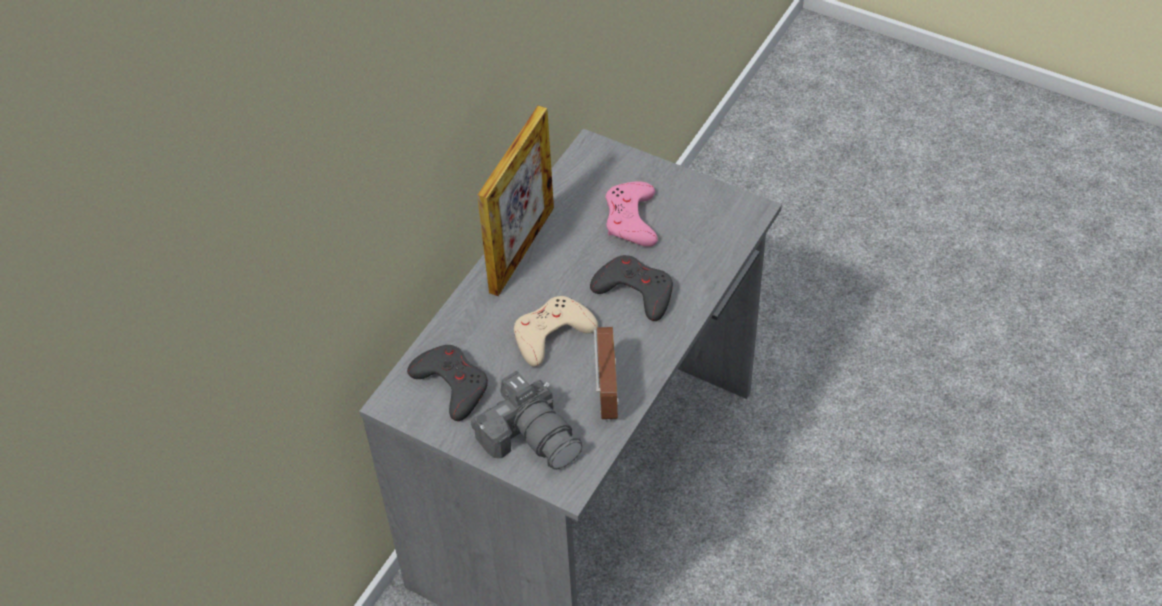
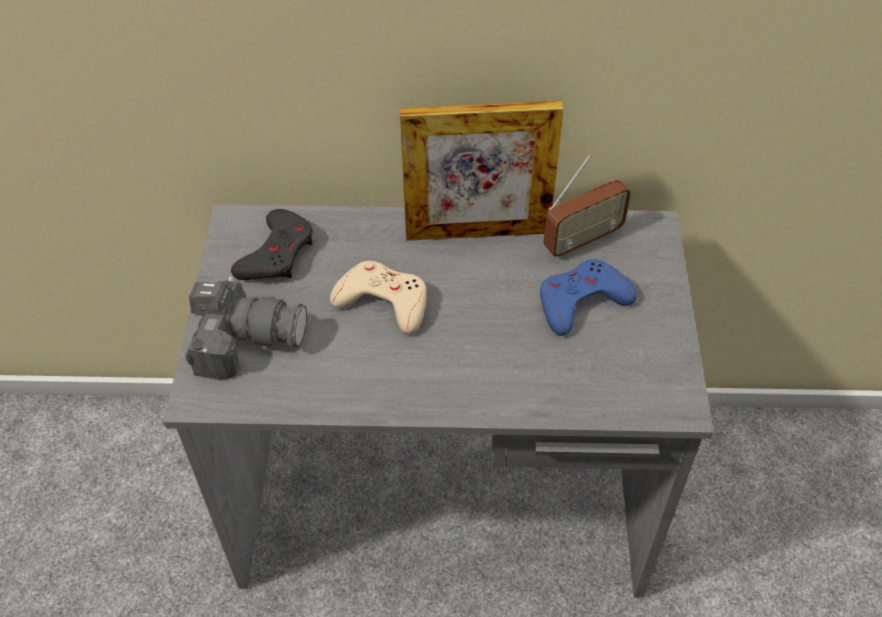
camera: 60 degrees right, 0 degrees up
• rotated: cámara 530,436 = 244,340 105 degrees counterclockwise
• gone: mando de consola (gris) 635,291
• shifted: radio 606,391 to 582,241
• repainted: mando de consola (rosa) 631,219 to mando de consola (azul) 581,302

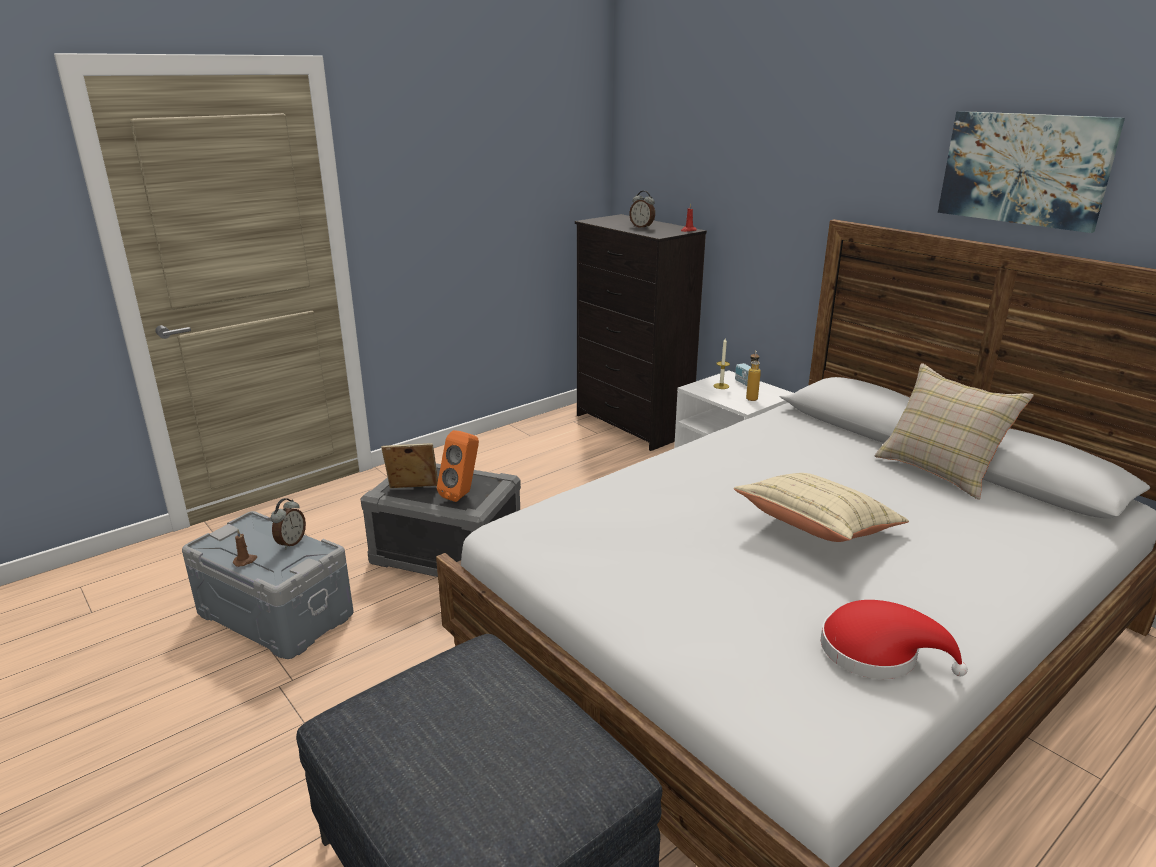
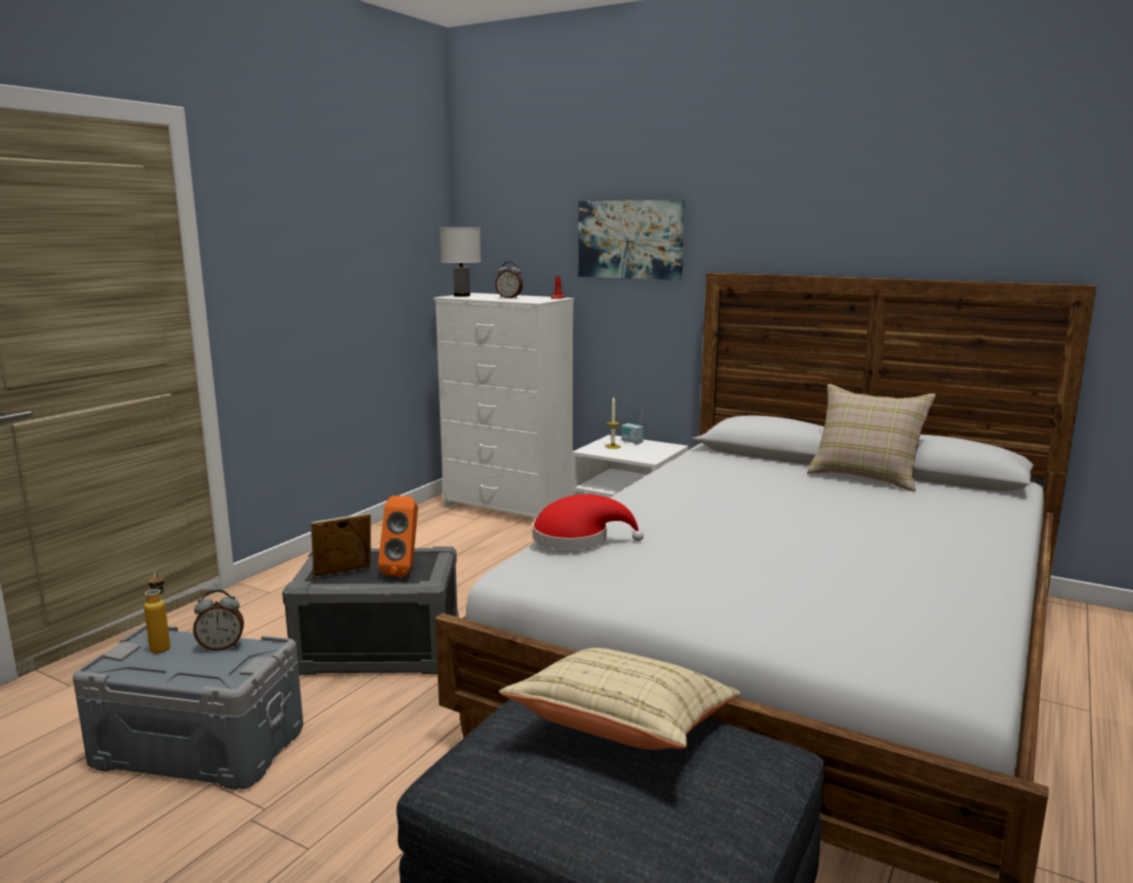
camera: 20 degrees left, 10 degrees down
• gone: vela (marrón) 245,561
• rotated: despertador 290,542 = 221,647 75 degrees clockwise
• repainted: cómoda (negro) 632,425 to cómoda (blanco) 508,508
• shifted: cojín (beis) 817,529 to 624,729
• shifted: botella 751,397 to 162,645
• shifted: sombrero (rojo) 877,653 to 577,539
• shifted: cuadro 1024,169 to 630,239
• new: lámpara de mesa (blanco) 462,295

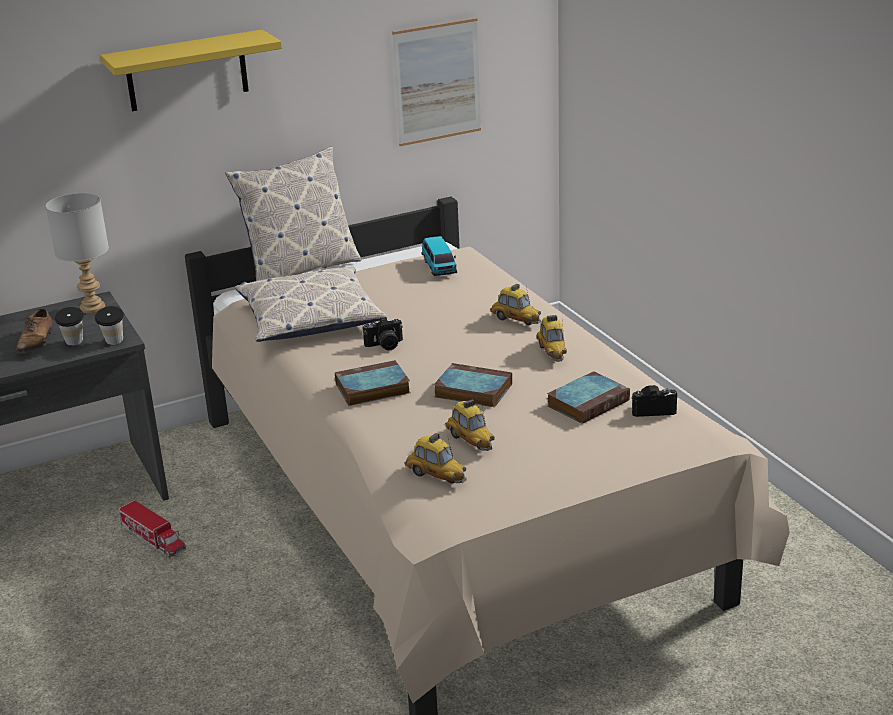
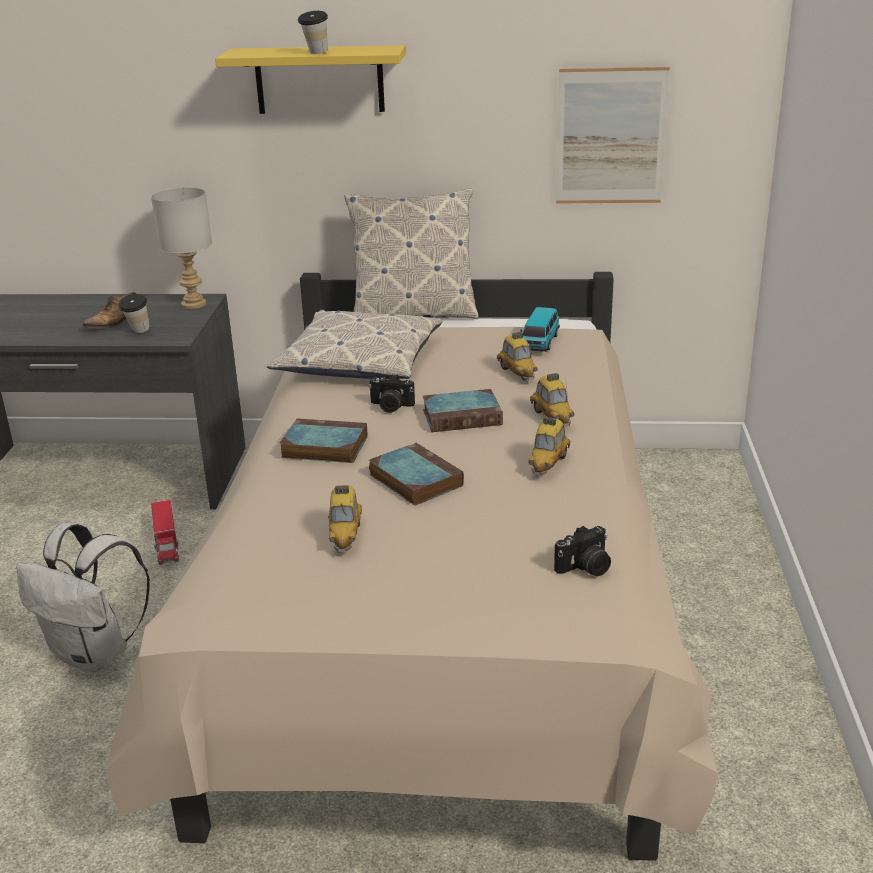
camera: 30 degrees right, 0 degrees up
• shifted: taza 114,344 to 315,53
• shifted: coche de juguete 436,476 to 517,373
• shifted: libro 588,402 to 463,416
• rotated: cámara 653,410 = 585,568 120 degrees clockwise
• new: mochila (blanco) 95,654

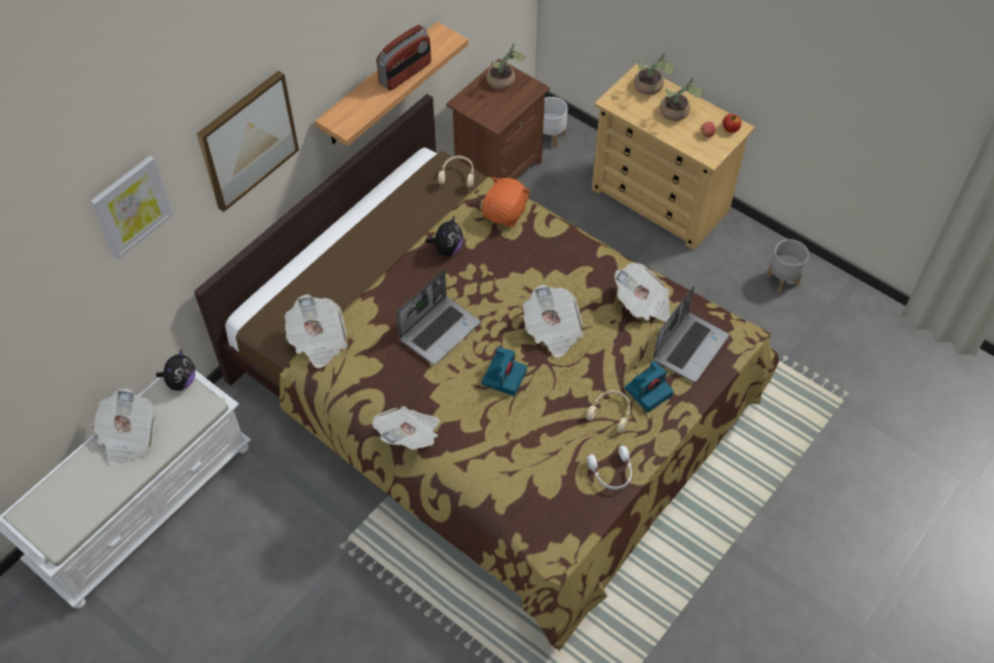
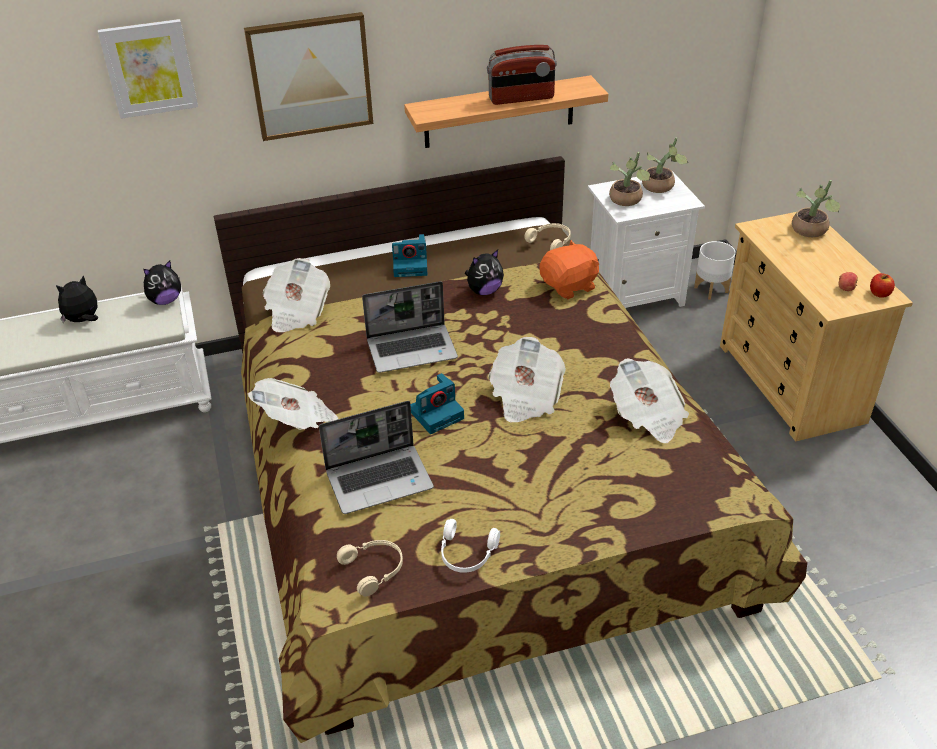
camera: 35 degrees right, 15 degrees down
• swapped: periódico 128,437 to peluche 83,320
• repainted: mesita de noche (marrón) 497,169 to mesita de noche (blanco) 634,295
• shifted: auriculares (beis) 611,412 to 374,569
• shifted: cámara 648,391 to 411,265
• shifted: portátil 690,347 to 380,479
• shifted: planta en maceta 677,113 to 627,201
• gone: maceta (gris) 783,280

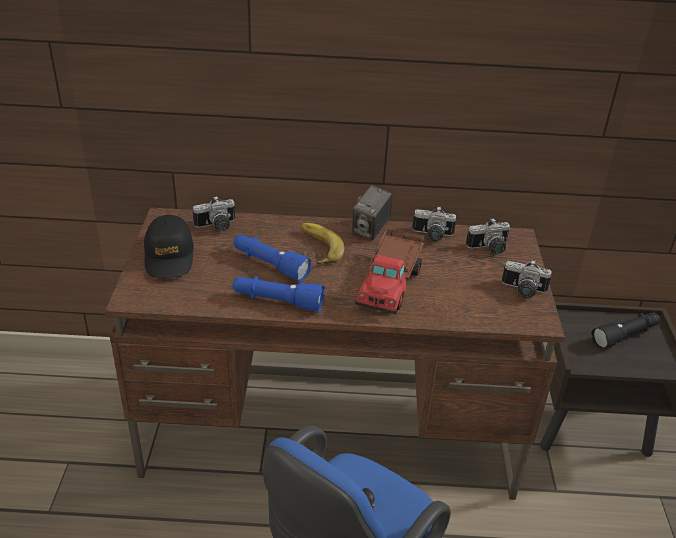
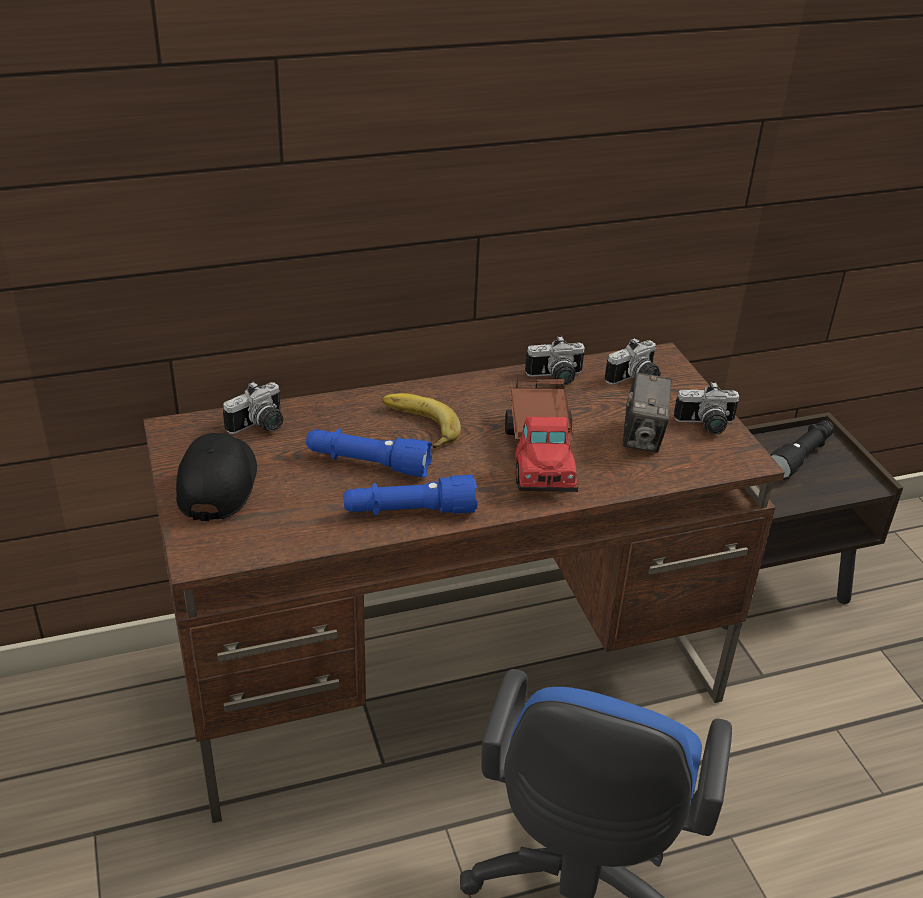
camera: 20 degrees left, 0 degrees up
• rotated: gorra (negro) 169,256 = 218,483 150 degrees counterclockwise
• shifted: cámara 370,230 to 642,437

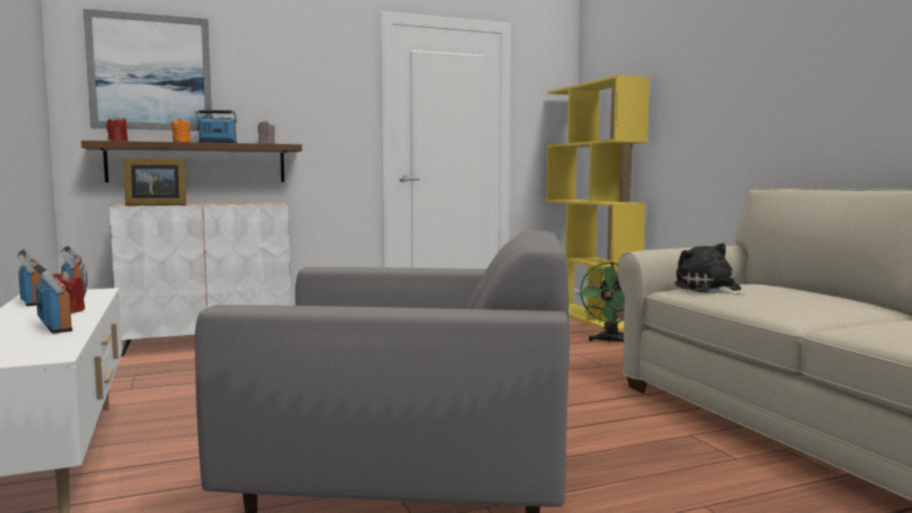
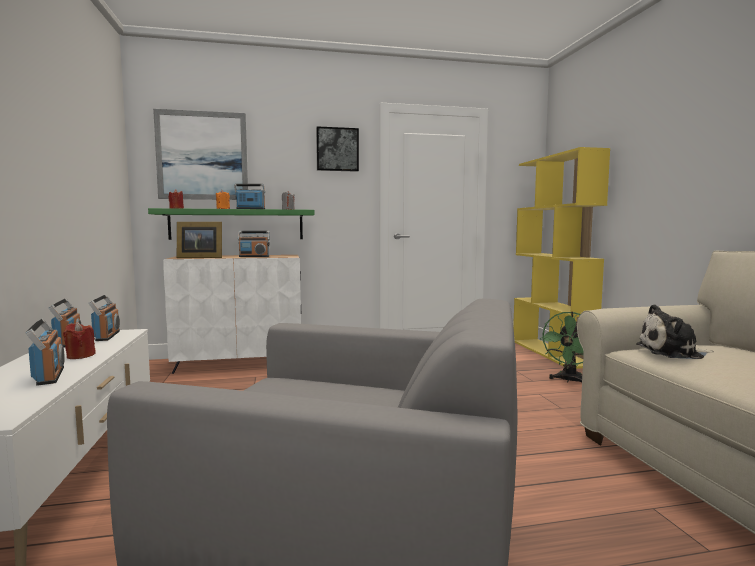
camera: 10 degrees right, 0 degrees up
• repainted: estante (marrón) 197,163 to estante (verde) 237,224
• rotated: peluche 709,289 = 673,352 75 degrees counterclockwise
• new: radio 254,256
• new: cuadro 337,149

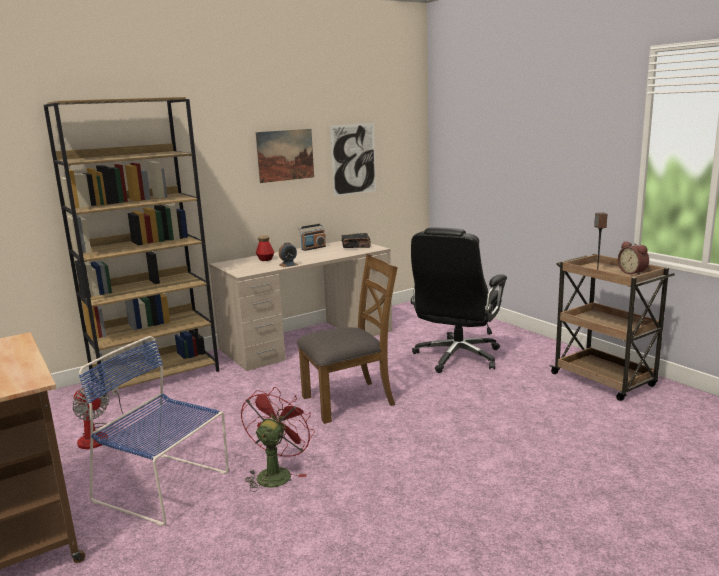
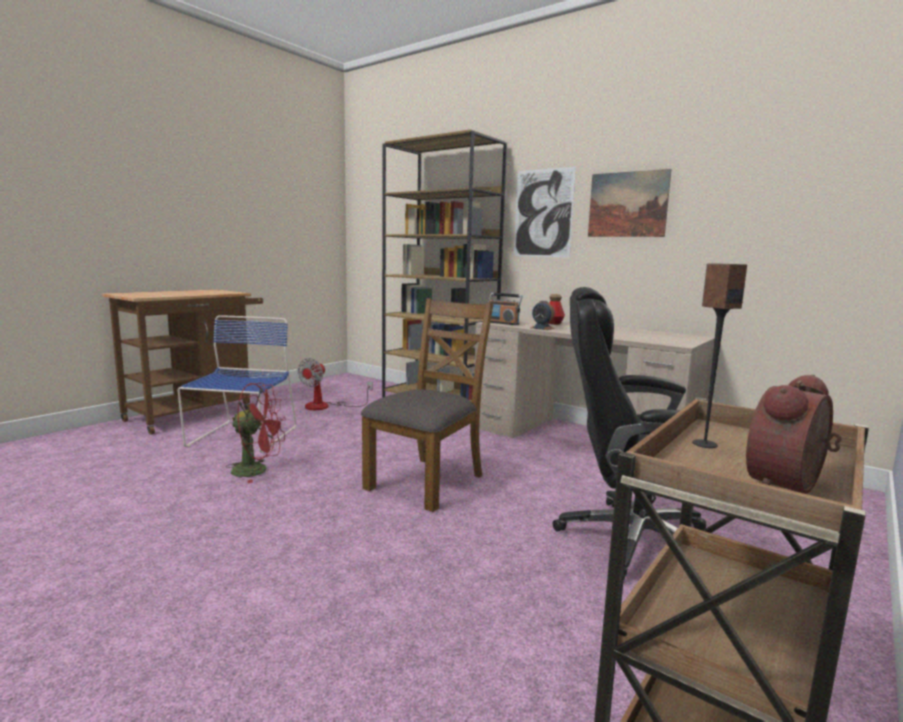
camera: 70 degrees right, 5 degrees down
• rotated: silla (marrón) 349,400 = 427,481 105 degrees counterclockwise
• shifted: radio 313,248 to 503,323
• shifted: cuadro 353,159 to 543,213
• gone: libro (negro) 356,246

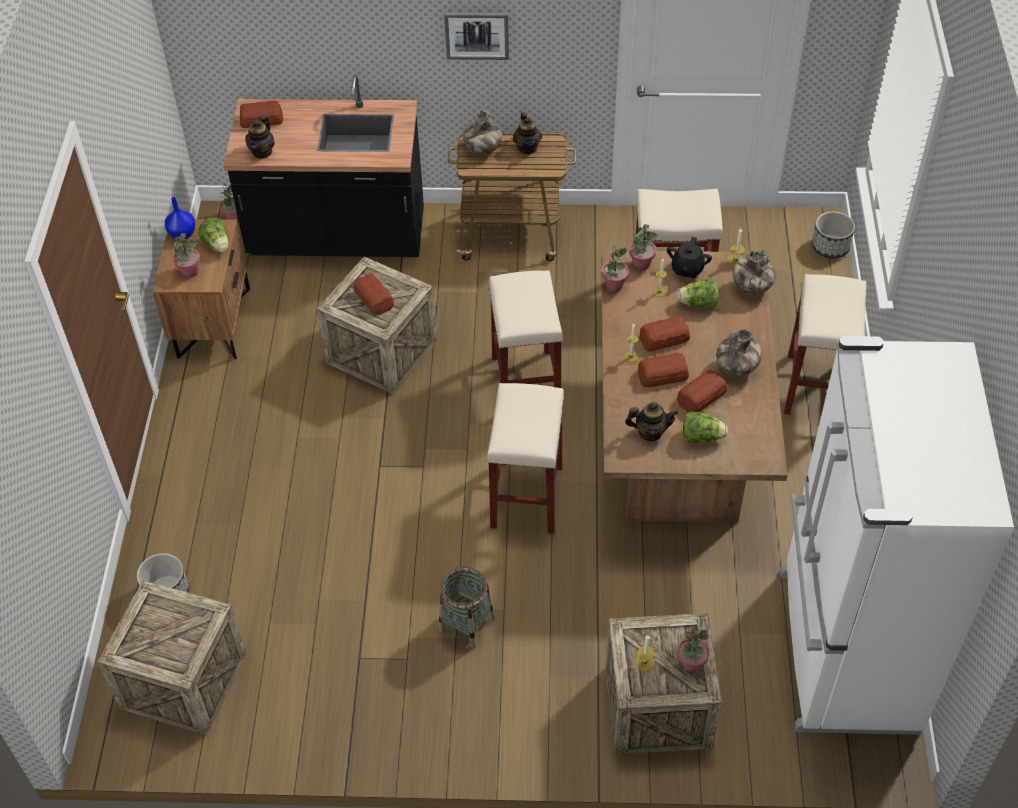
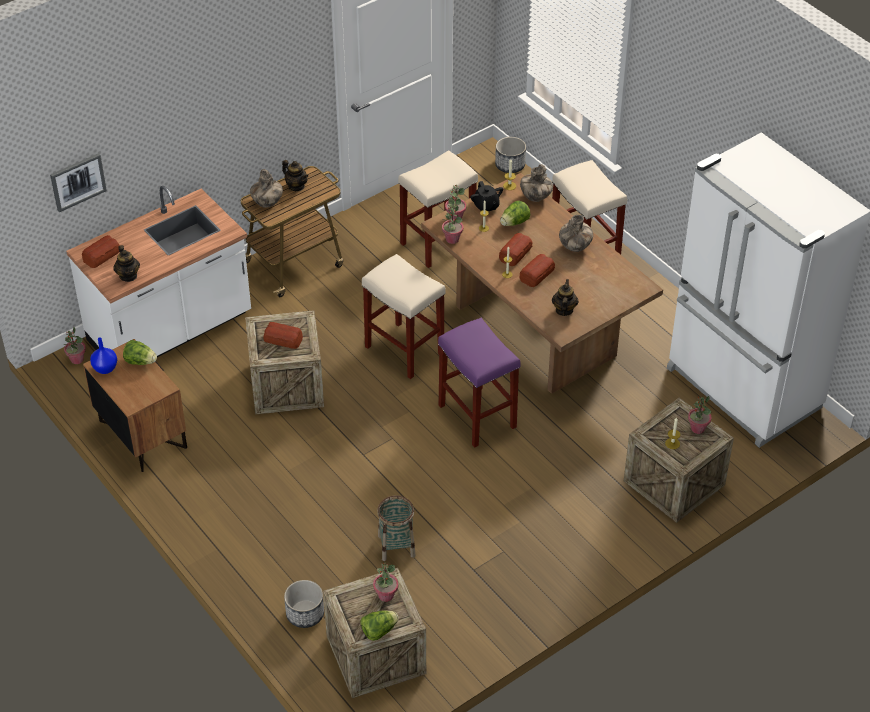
camera: 40 degrees left, 5 degrees down
• shifted: planta en maceta 190,272 to 385,595
• repainted: mueble bajo de cocina (negro) 337,236 to mueble bajo de cocina (blanco) 170,330
• shifted: cesta 466,624 to 396,546
• shifted: cuadro 477,35 to 77,181
• repainted: taburete (beis) 526,495 to taburete (morado) 476,416
• rotated: tetera 650,432 = 564,310 45 degrees counterclockwise
• gone: pan 700,397
• shifted: lechuga 701,437 to 379,631

